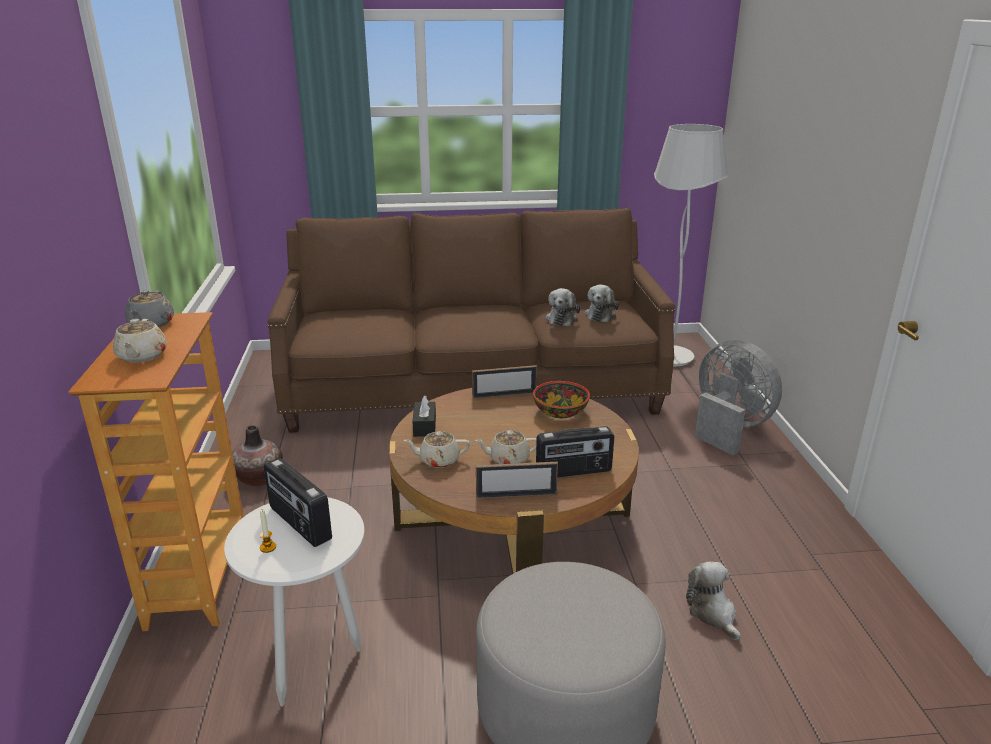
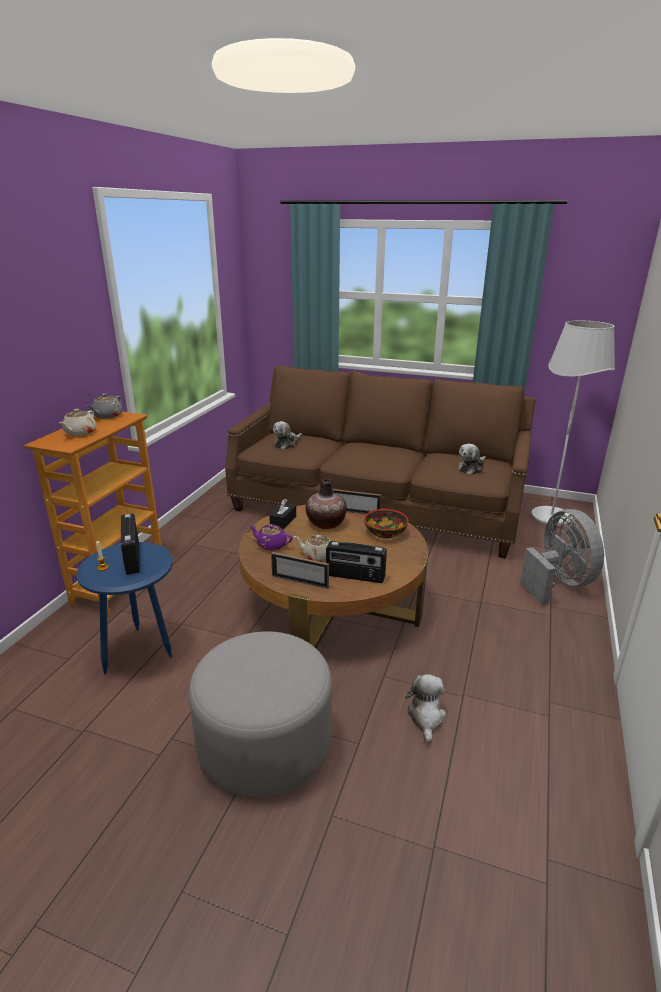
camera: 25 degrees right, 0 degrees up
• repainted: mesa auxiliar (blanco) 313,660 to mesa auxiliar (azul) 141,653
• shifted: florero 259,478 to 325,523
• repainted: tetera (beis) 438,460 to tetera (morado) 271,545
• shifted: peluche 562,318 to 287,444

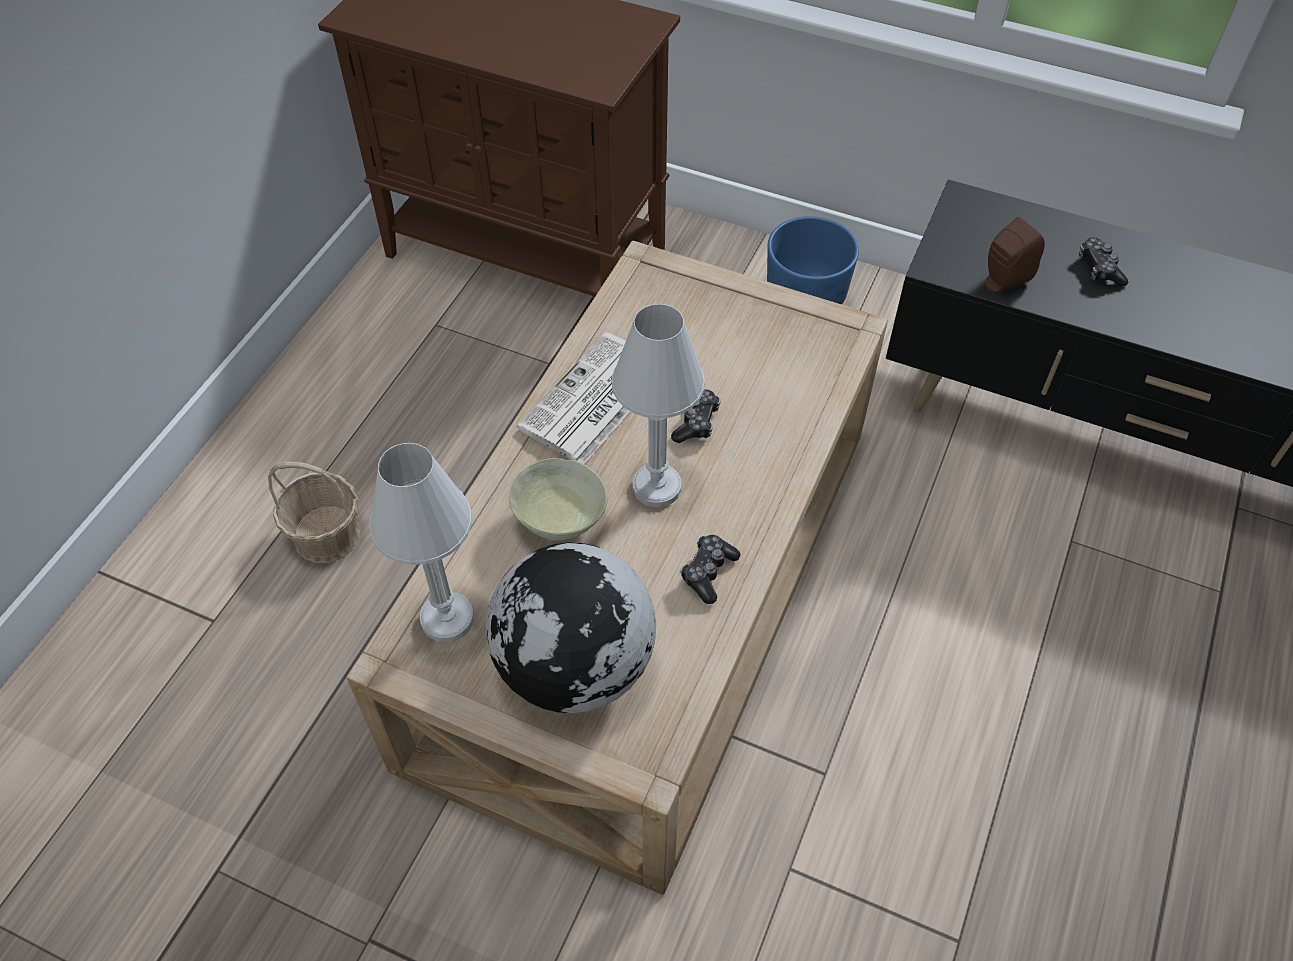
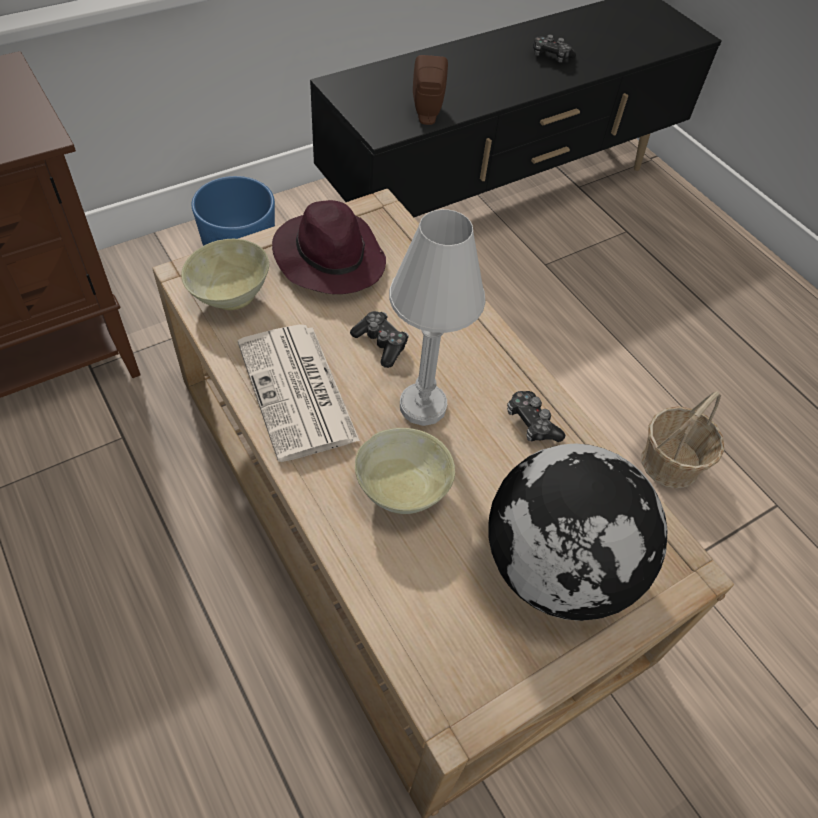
camera: 60 degrees left, 0 degrees up
• shifted: cesta 327,535 to 670,463
• gone: lámpara de mesa (blanco) 447,619
• shifted: mando de consola 1099,269 to 550,56
• new: cuenco (beis) 229,295
• new: sombrero (morado) 329,257

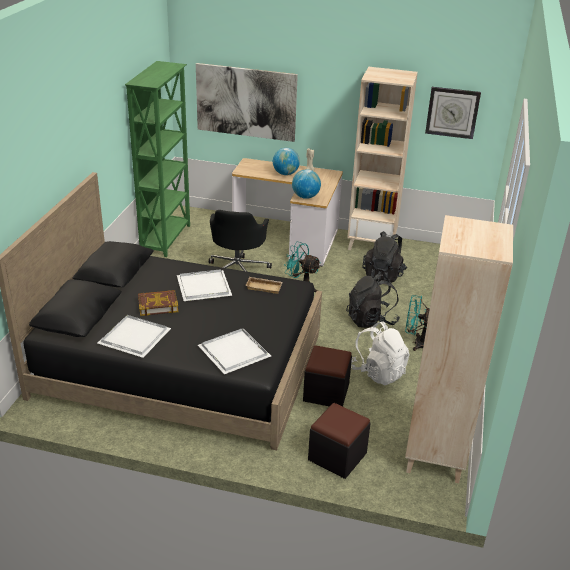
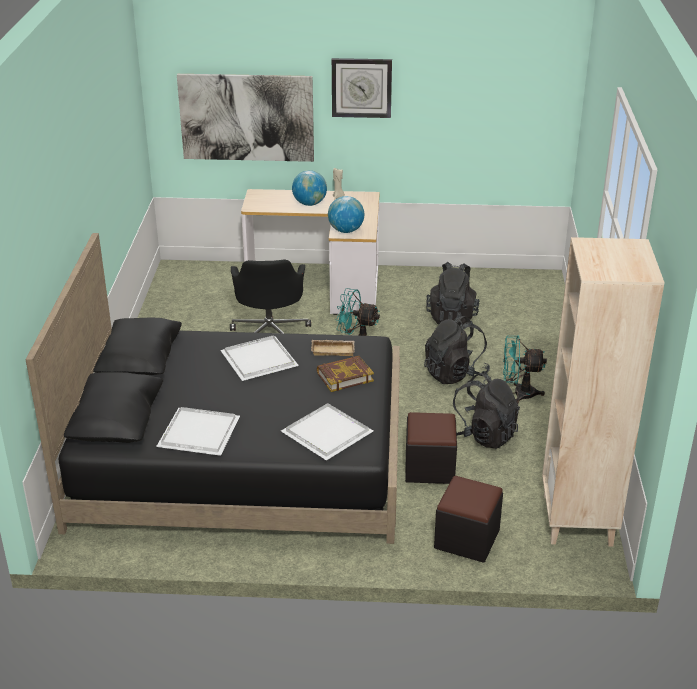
camera: 10 degrees left, 0 degrees up
• gone: estantería (verde) 166,238
• shifted: libro 158,305 to 344,377
• gone: estantería (beis) 372,244
• repainted: mochila (blanco) 378,372 to mochila (negro) 483,435
• shifted: reloj de pared 452,112 to 361,87

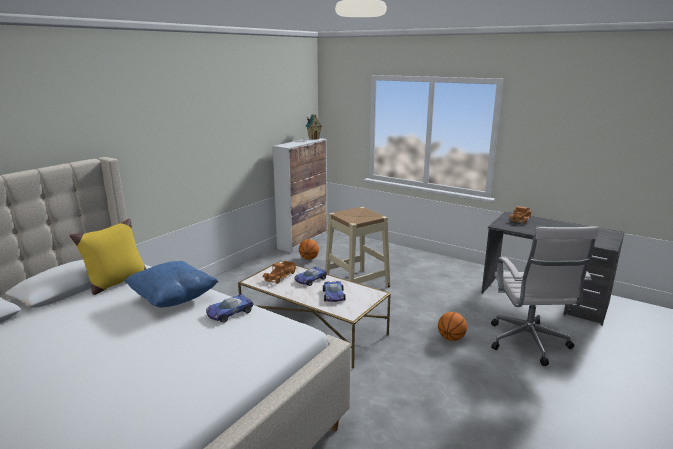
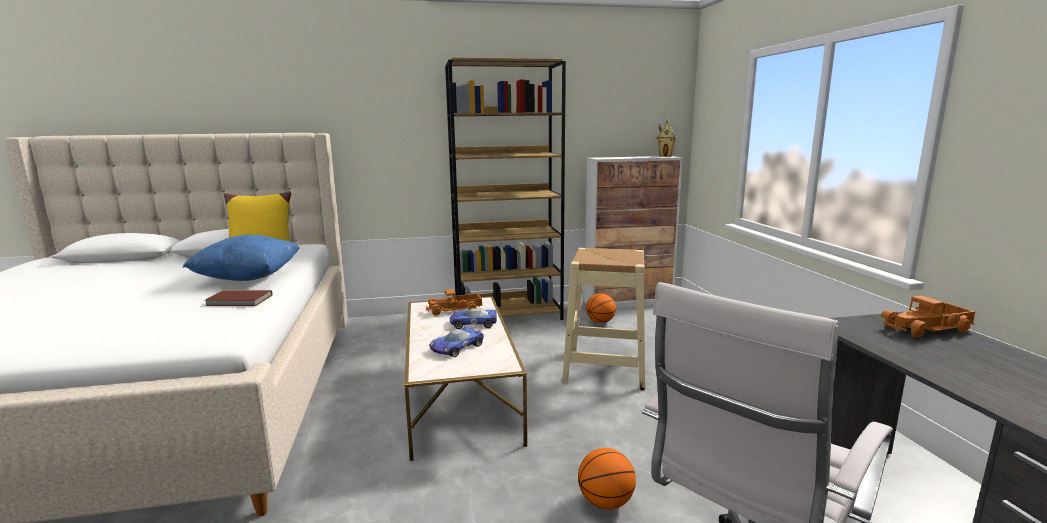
camera: 45 degrees right, 5 degrees down
• swapped: coche de juguete 229,312 to libro (marrón) 239,301
• new: estantería (marrón) 508,314

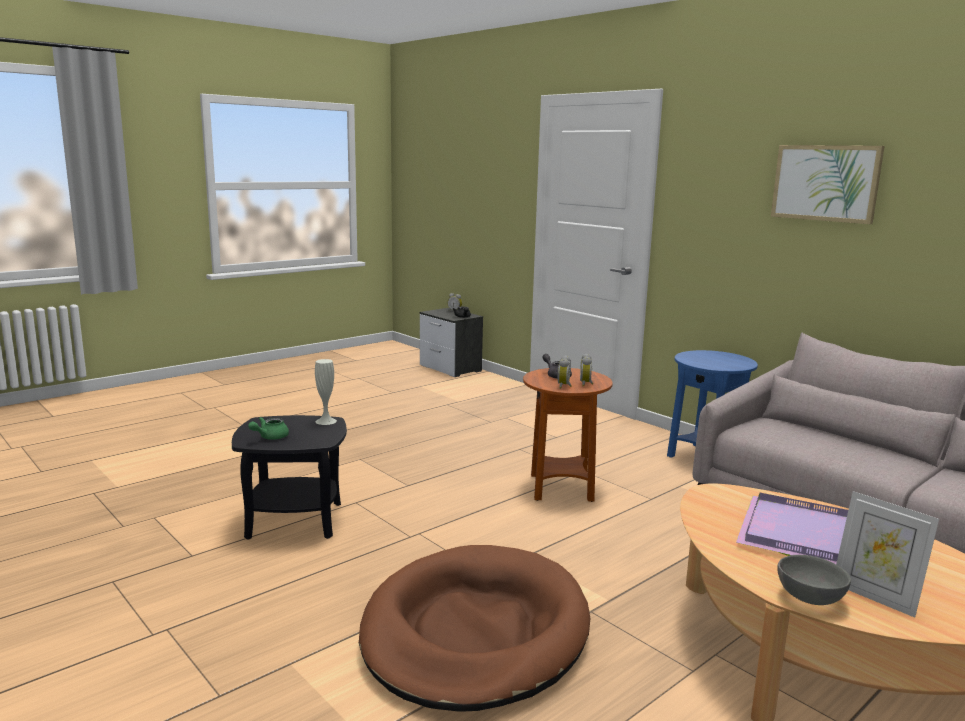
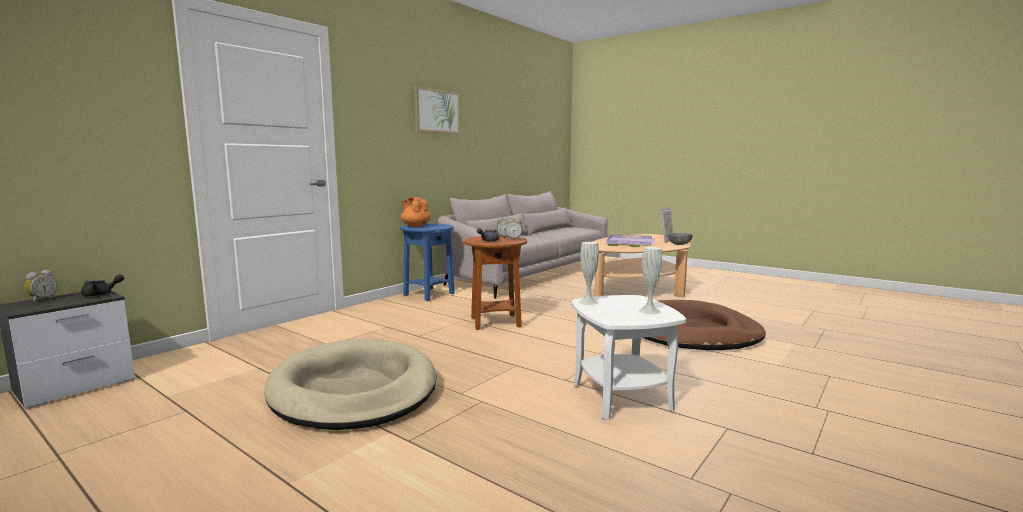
camera: 100 degrees left, 5 degrees down
• repainted: mesa auxiliar (negro) 295,521 to mesa auxiliar (blanco) 621,397
• swapped: tetera (verde) 270,437 to florero (blanco) 649,311
• new: cama para perro (beis) 354,390
• new: tetera (naranja) 415,226

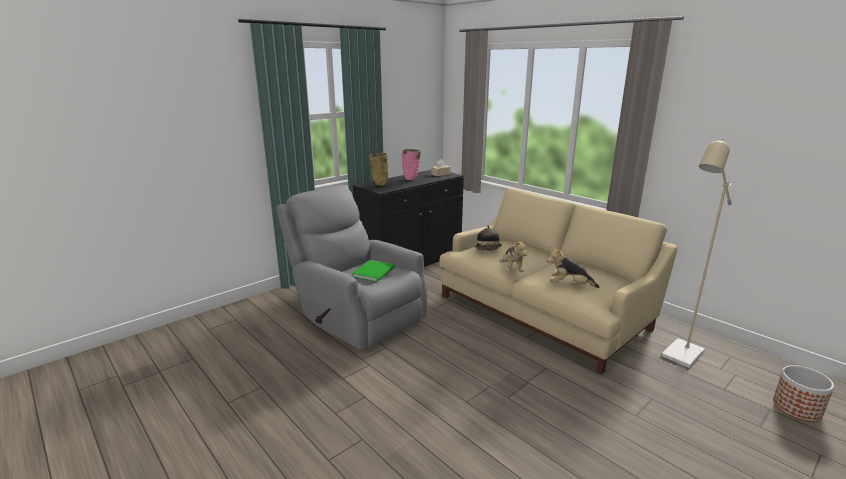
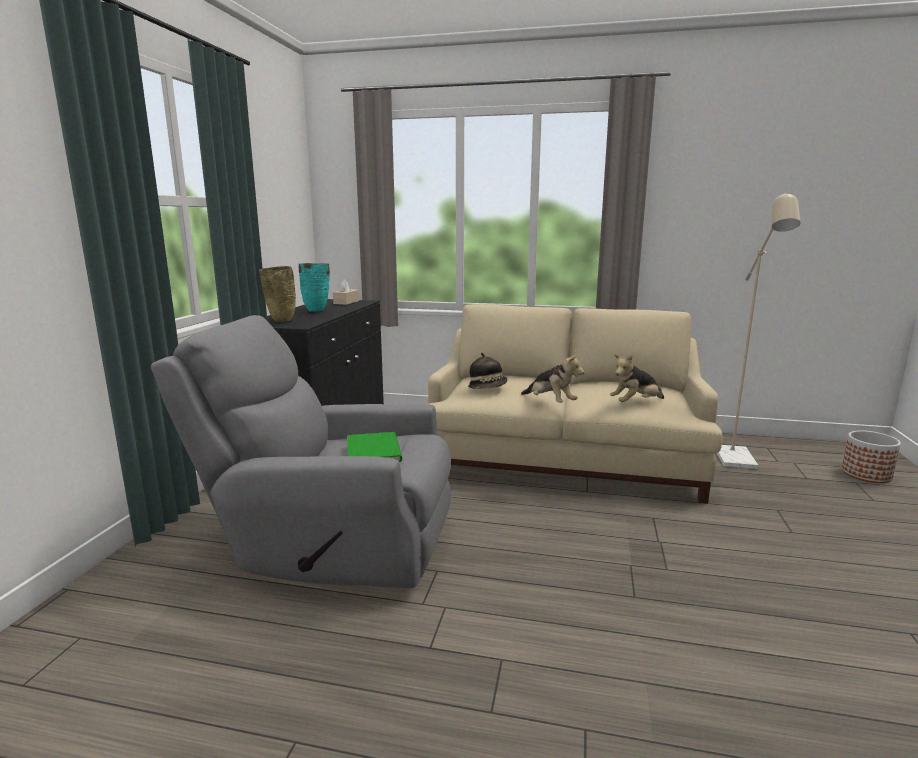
camera: 35 degrees left, 5 degrees down
• repainted: florero (rosa) 411,179 to florero (turquesa) 317,310

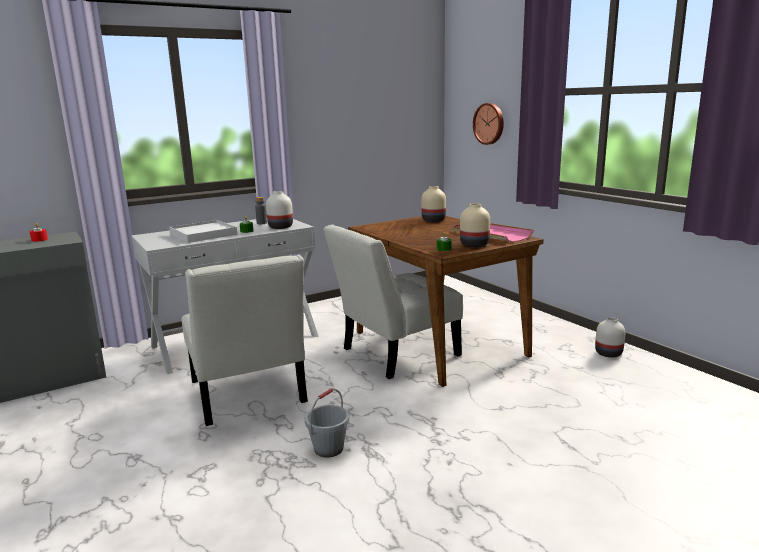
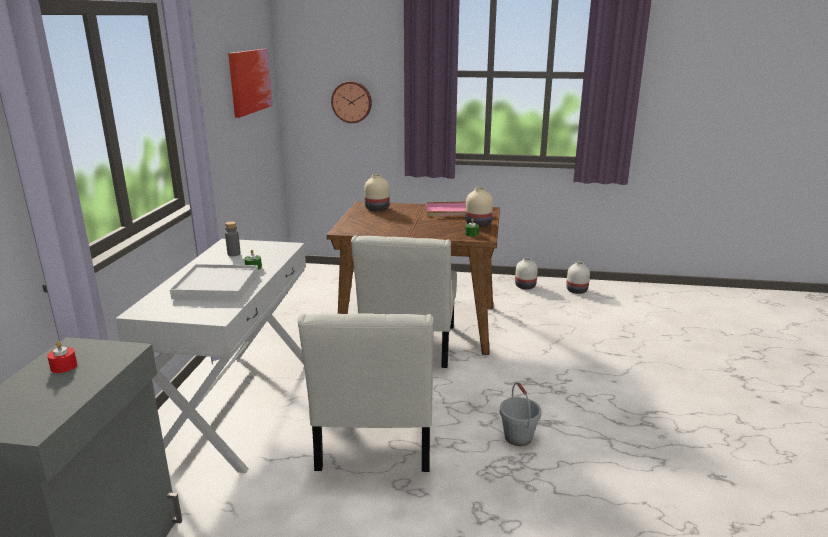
camera: 50 degrees left, 5 degrees up
• rotated: silla (blanco) 248,395 = 374,441 75 degrees clockwise
• shifted: florero (blanco) 280,227 to 576,290
• new: cuadro 249,81

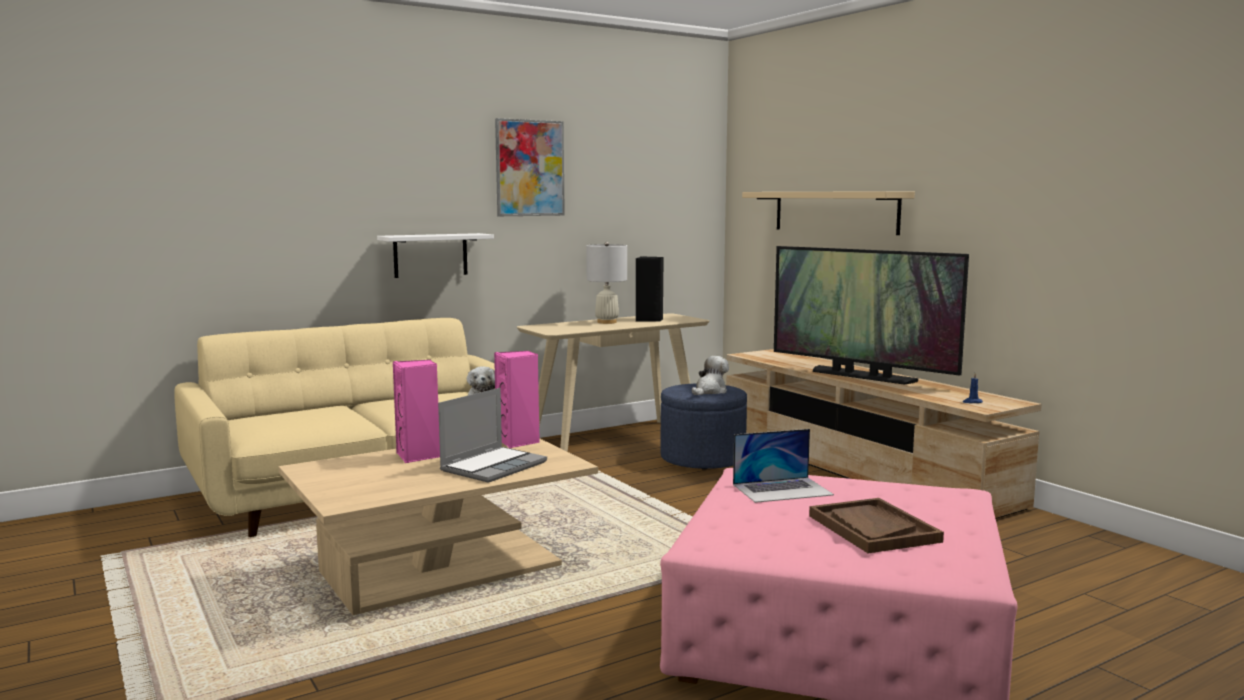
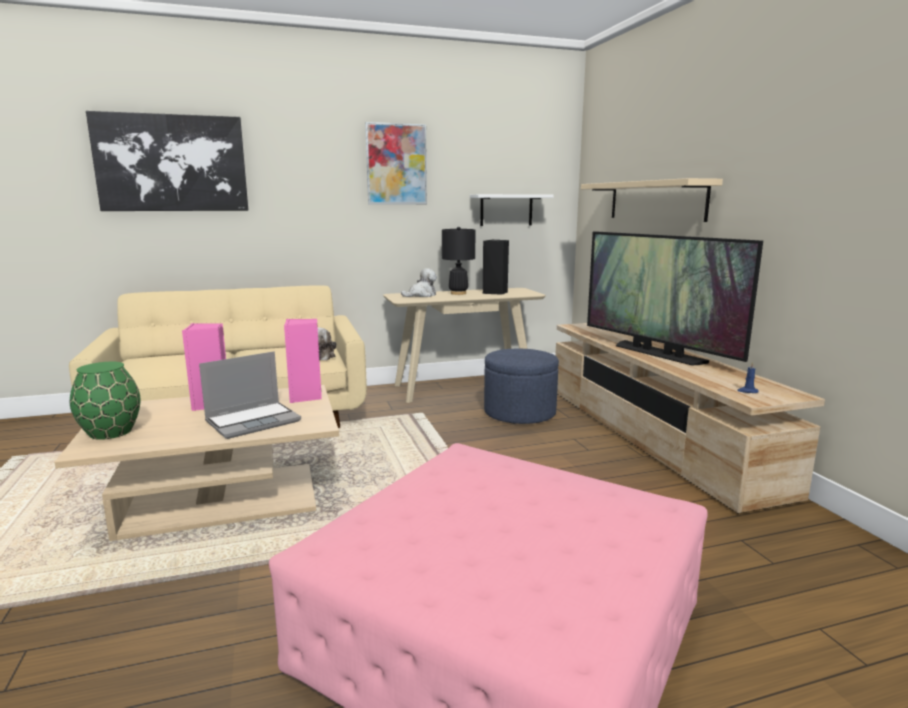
camera: 15 degrees right, 5 degrees up
• shifted: estante (blanco) 430,255 to 506,210
• repainted: lámpara de mesa (blanco) 606,322 to lámpara de mesa (negro) 458,293
• shifted: peluche 710,391 to 421,295
• gone: portátil 782,489
• gone: bandeja (marrón) 873,528
• new: florero (verde) 110,432
• new: cuadro 172,163

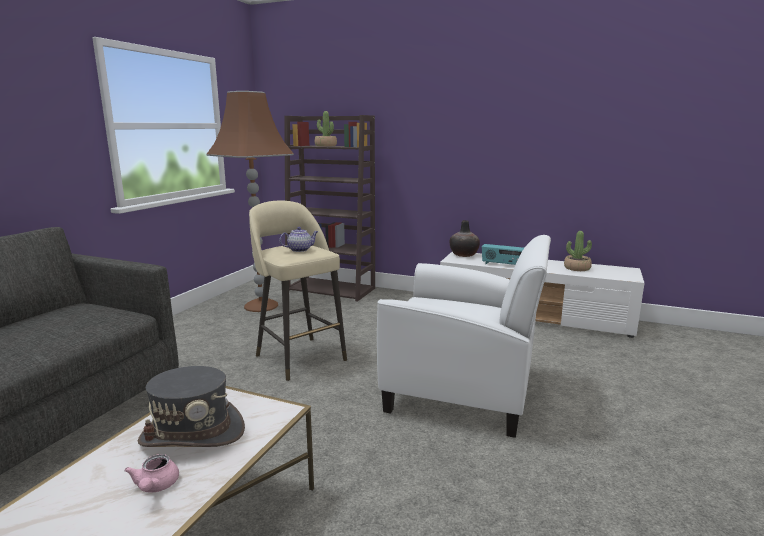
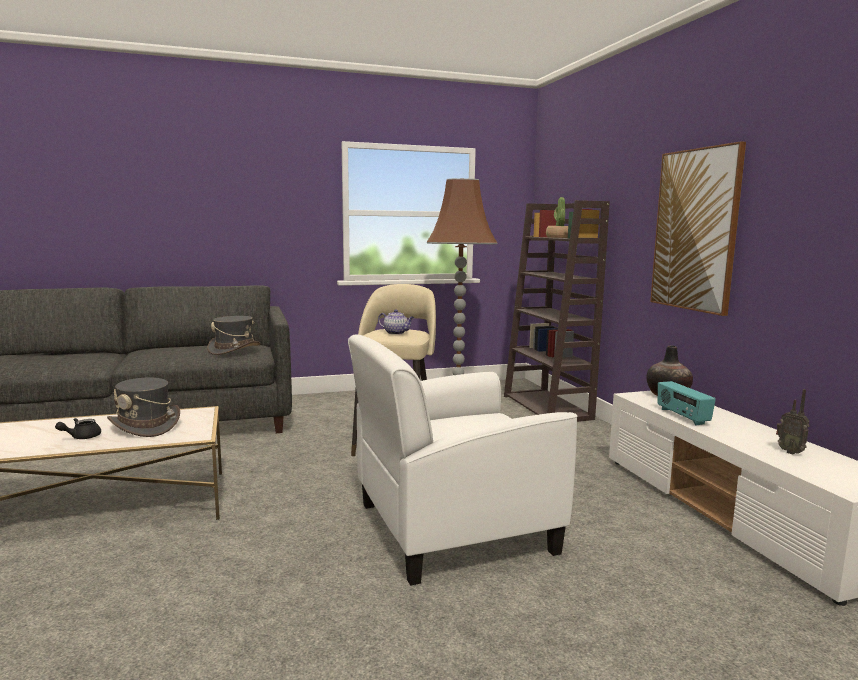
camera: 50 degrees right, 5 degrees down
• repainted: tetera (rosa) 155,487 to tetera (negro) 81,437
• rotated: sillón (blanco) 462,390 = 451,528 90 degrees clockwise
• swapped: planta en maceta 577,268 to radio 790,452
• new: sombrero (gris) 234,350
• new: cuadro 695,230

